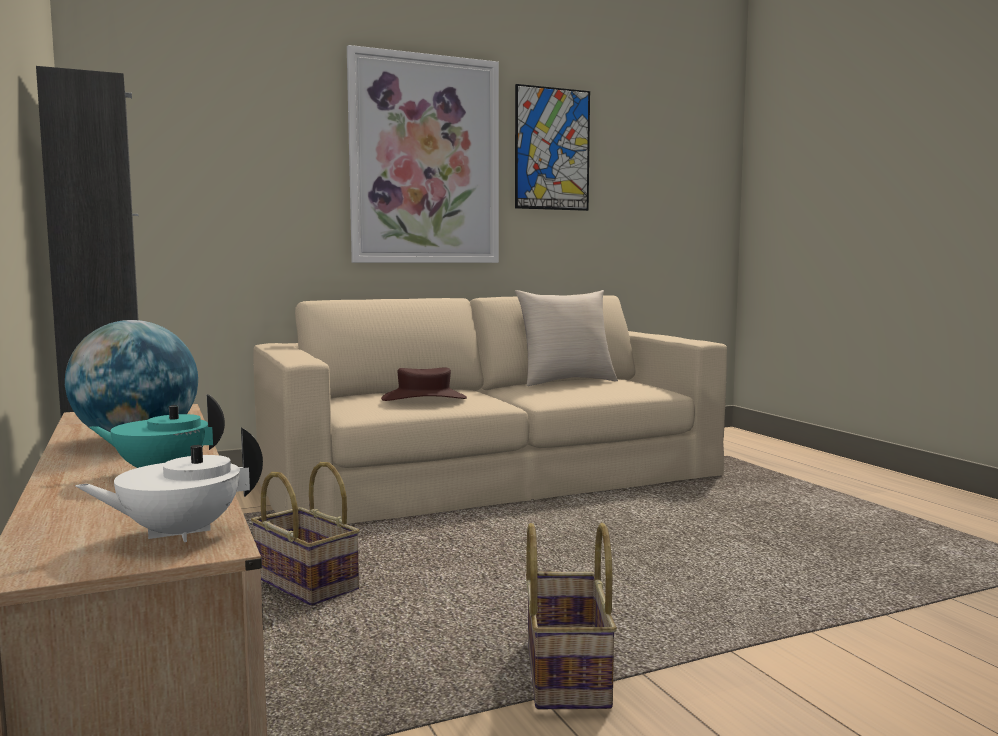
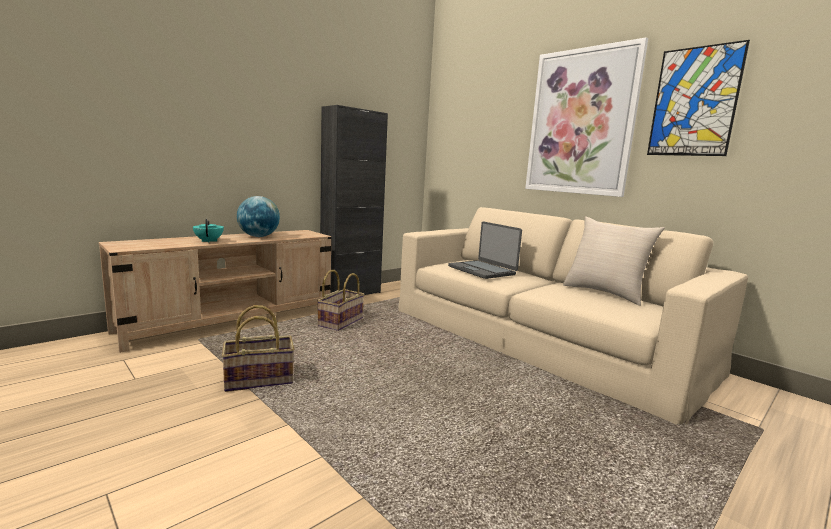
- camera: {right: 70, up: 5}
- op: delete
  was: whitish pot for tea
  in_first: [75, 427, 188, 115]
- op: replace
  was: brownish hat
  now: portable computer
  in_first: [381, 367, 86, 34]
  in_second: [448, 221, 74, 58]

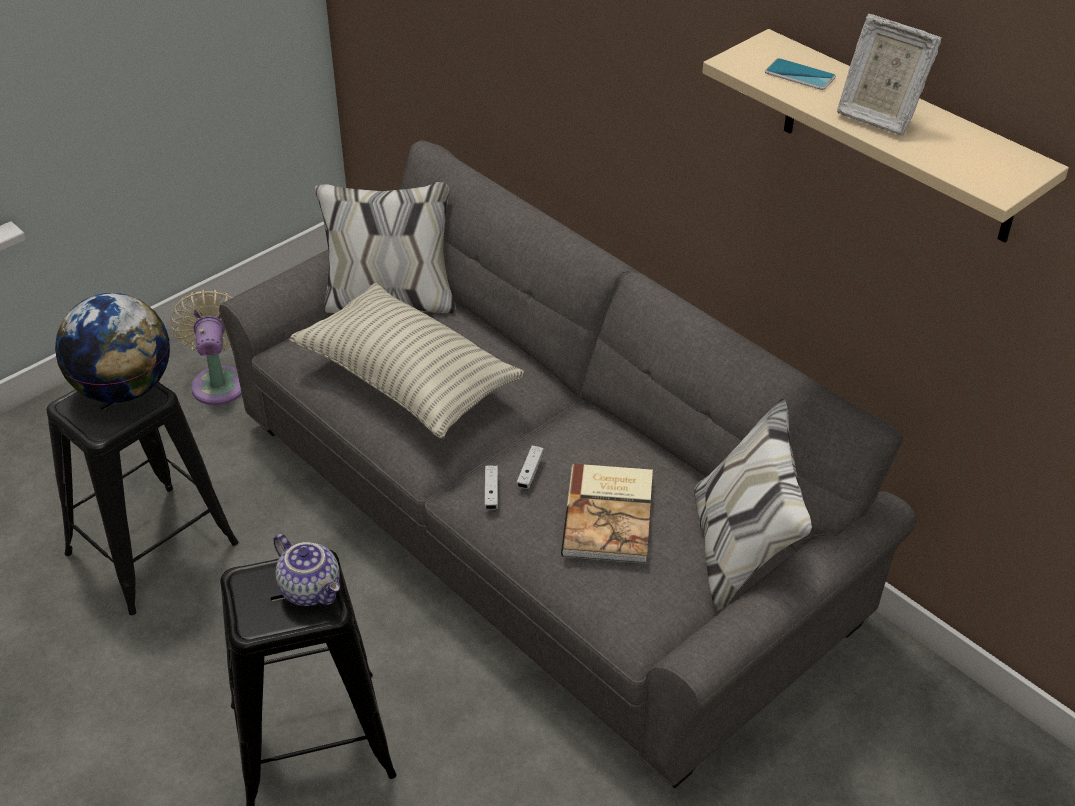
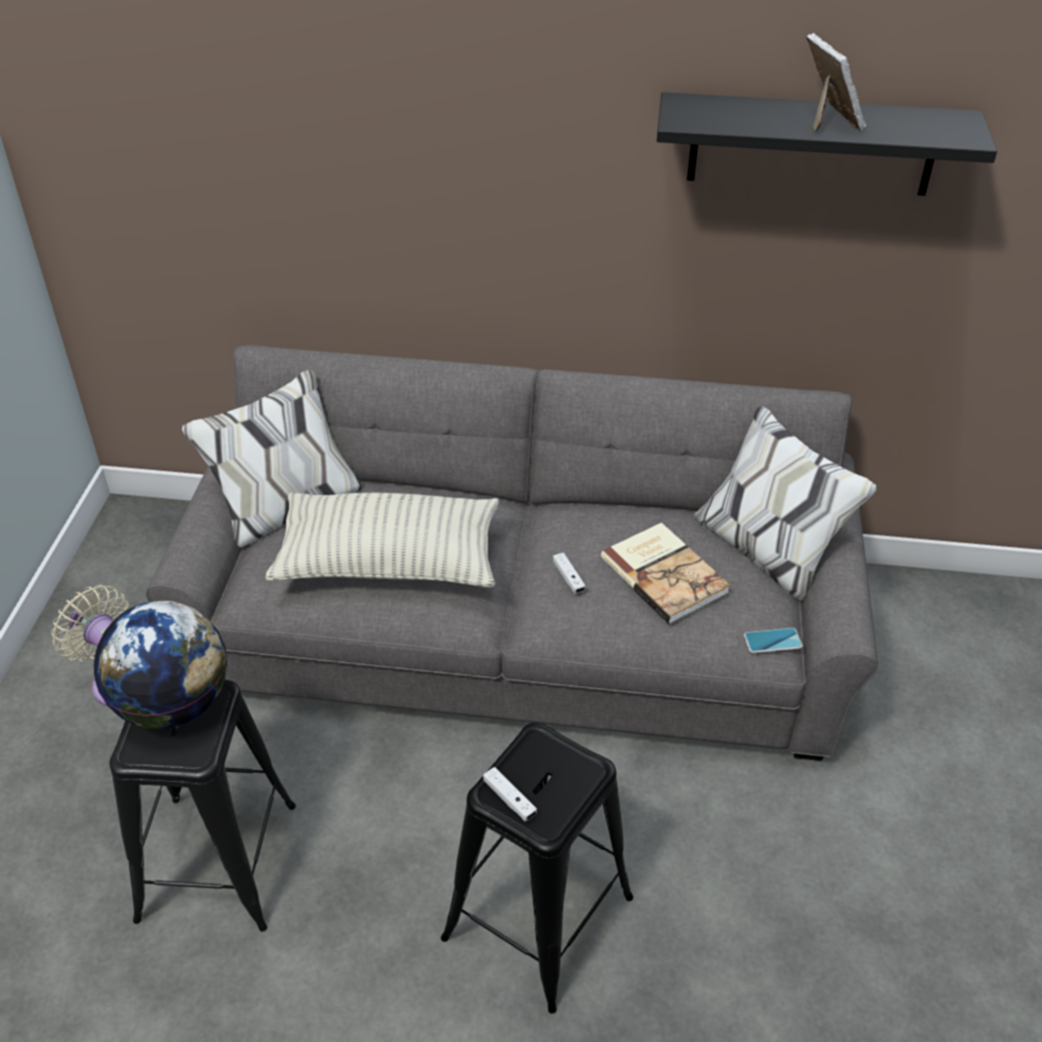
- camera: {right: -40, up: 0}
- op: delete
  was: pot for tea
  in_first: [274, 534, 66, 72]
- op: move
  was: whitish joypad
  in_first: [484, 465, 14, 45]
  in_second: [483, 767, 54, 54]
- op: recolor
  was: beige-coloured wall shelf
  now: blackish wall shelf
  in_first: [702, 29, 367, 214]
  in_second: [657, 92, 340, 104]
- op: move
  was: telephone
  in_first: [765, 58, 71, 32]
  in_second: [744, 628, 59, 25]
- op: rotate
  was: photo frame
  in_first: [837, 14, 105, 122]
  in_second: [806, 33, 60, 99]
  clockwise: -105

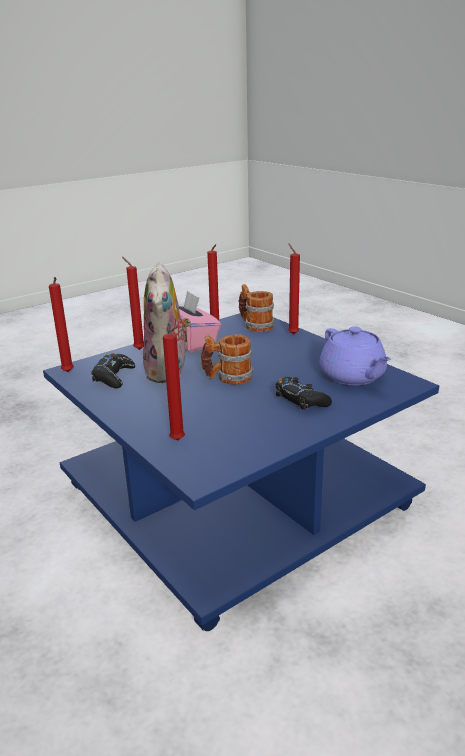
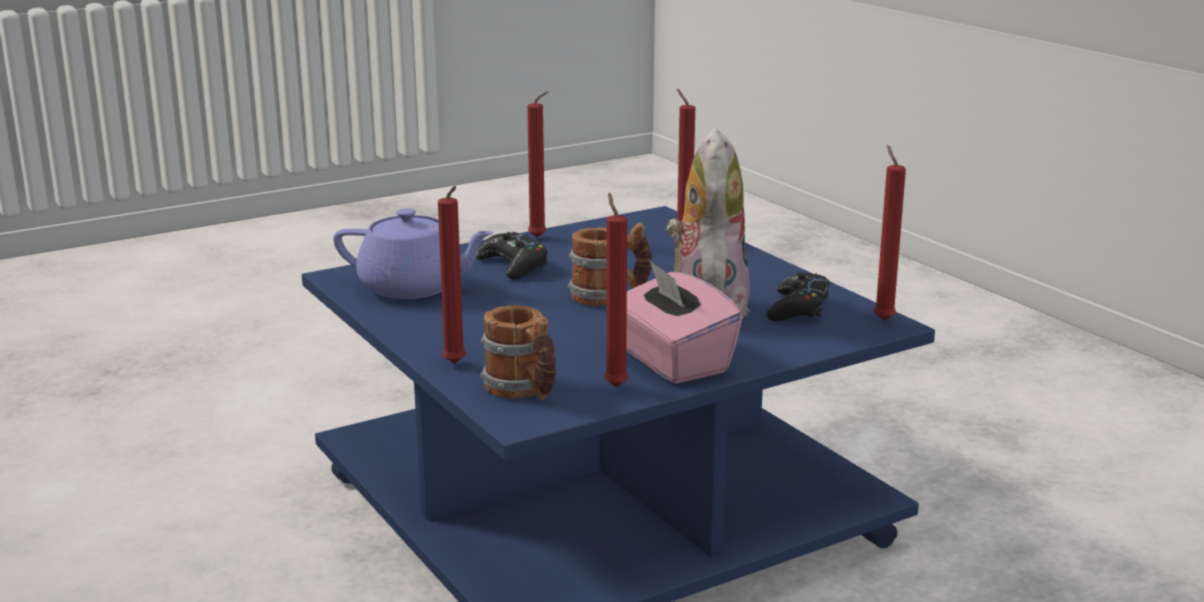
- camera: {right: -175, up: -5}
- op: move
  was: red wax light
  in_first: [122, 257, 22, 93]
  in_second: [527, 91, 21, 147]
- op: rotate
  was: purple pot for tea
  in_first: [320, 327, 71, 58]
  in_second: [333, 208, 161, 91]
  clockwise: 120

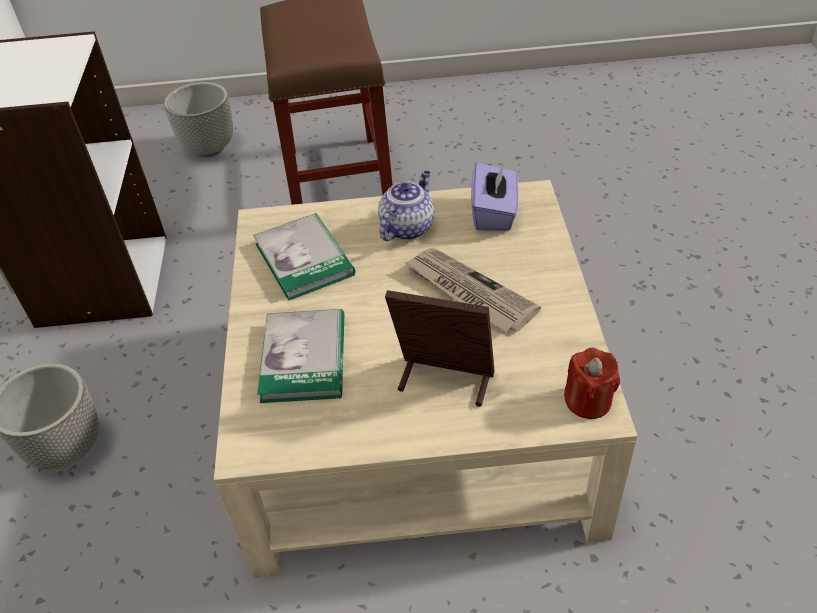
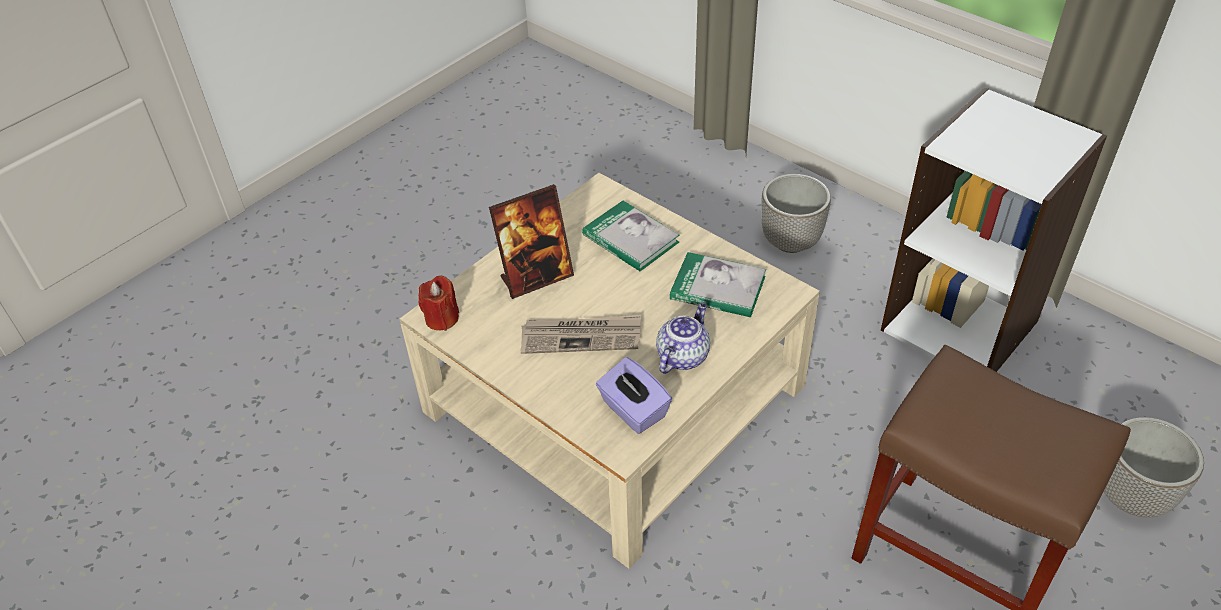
- camera: {right: 135, up: 0}
- op: rotate
  was: pot for tea
  in_first: [378, 171, 57, 70]
  in_second: [656, 303, 54, 71]
  clockwise: -135

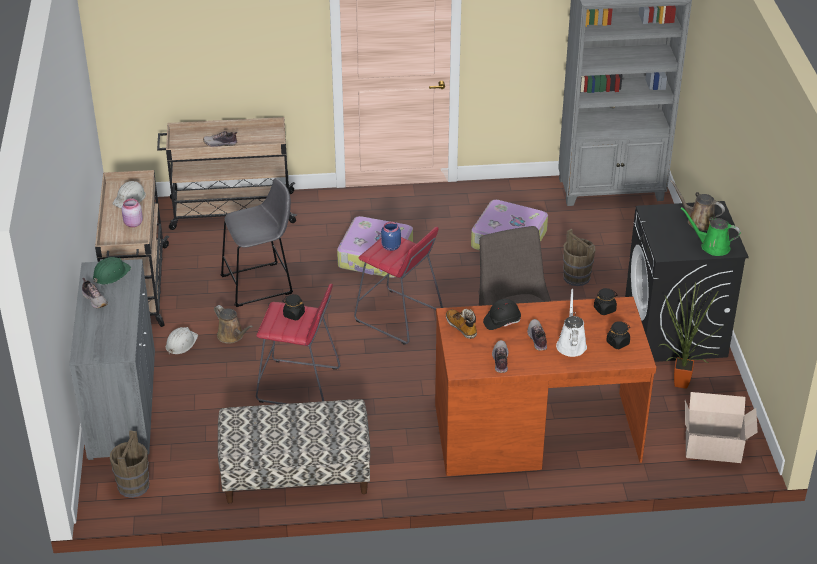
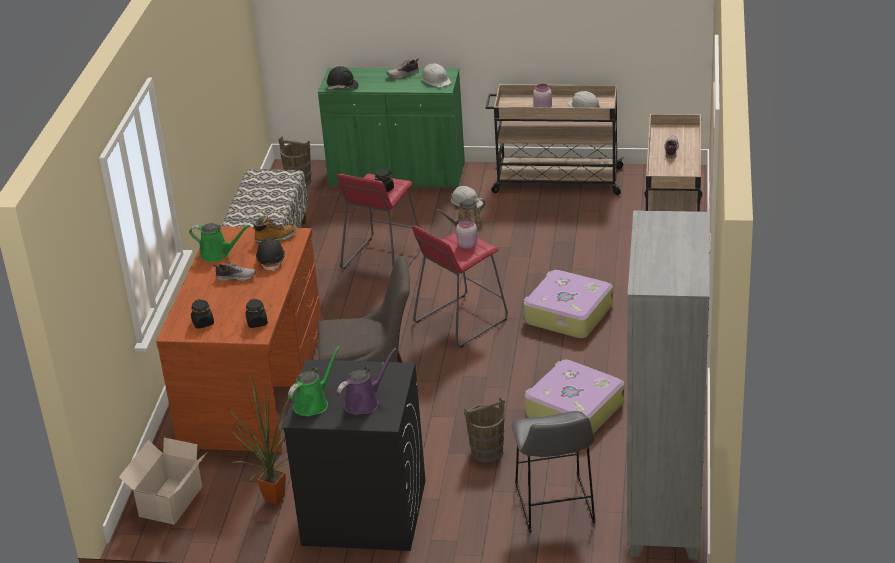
- camera: {right: 105, up: -5}
- op: recolor
  was: greyish storage cabinet
  now: green storage cabinet
  in_first: [69, 259, 86, 201]
  in_second: [318, 68, 147, 120]
- op: recolor
  was: green hard hat
  now: whitish hard hat
  in_first: [93, 257, 38, 28]
  in_second: [421, 63, 30, 24]
- op: move
  was: greyish stool
  in_first: [220, 178, 73, 129]
  in_second: [512, 411, 83, 122]
- op: recolor
  was: bluish jar
  now: pink jar
  in_first: [381, 222, 20, 29]
  in_second: [456, 218, 22, 31]
- op: replace
  was: low shoe
  now: green watering can
  in_first: [492, 340, 16, 33]
  in_second: [189, 223, 61, 39]
- op: delete
  was: whitish watering can
  in_first: [556, 289, 31, 68]
- op: recolor
  was: brownish watering can
  now: purple watering can
  in_first: [670, 180, 55, 51]
  in_second: [337, 348, 59, 67]
- op: insert
  now: blackish hard hat
  in_second: [326, 66, 33, 24]

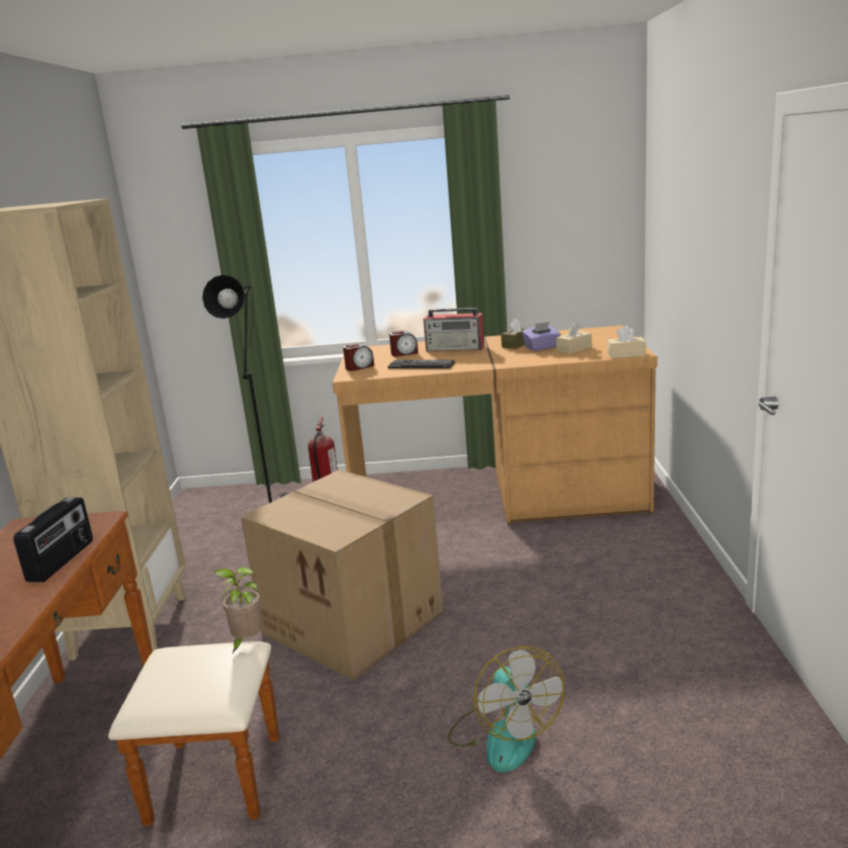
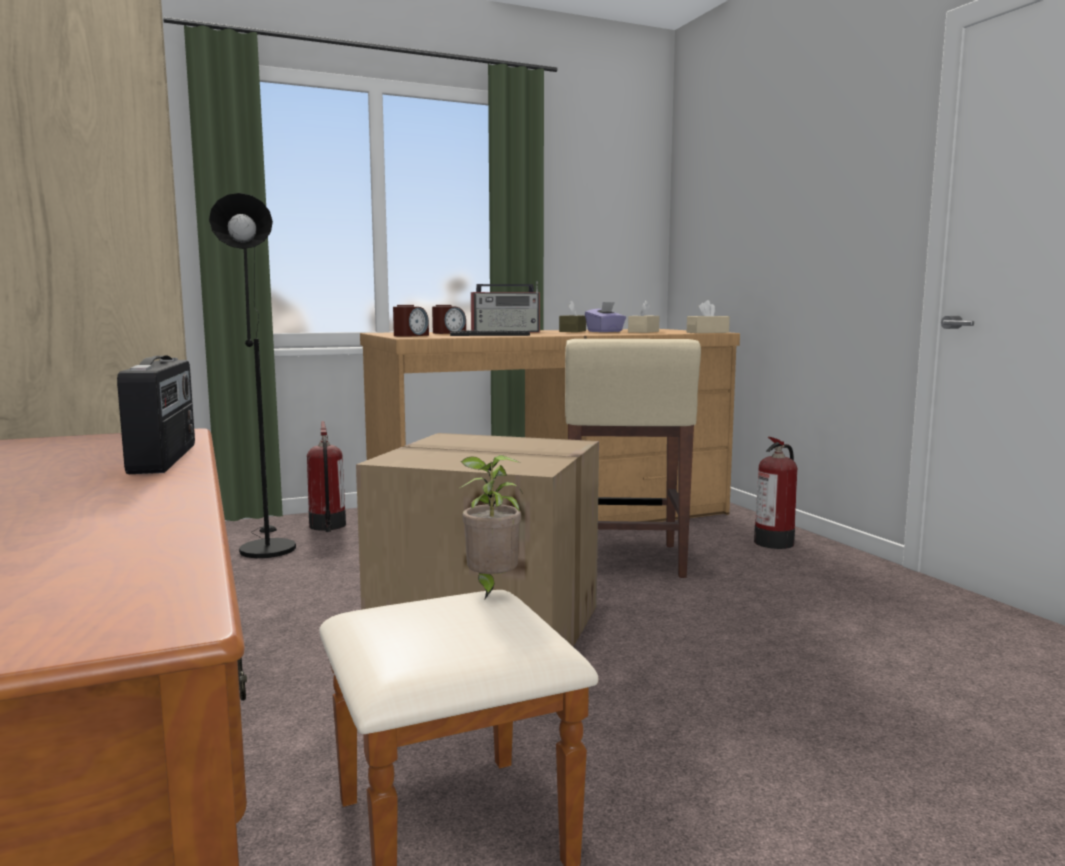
- camera: {right: -25, up: -10}
- op: delete
  was: cooling fan
  in_first: [448, 646, 116, 126]
- op: insert
  now: beige-coloured stool
  in_second: [565, 339, 136, 239]
- op: insert
  now: fire extinguisher
  in_second: [754, 437, 43, 112]

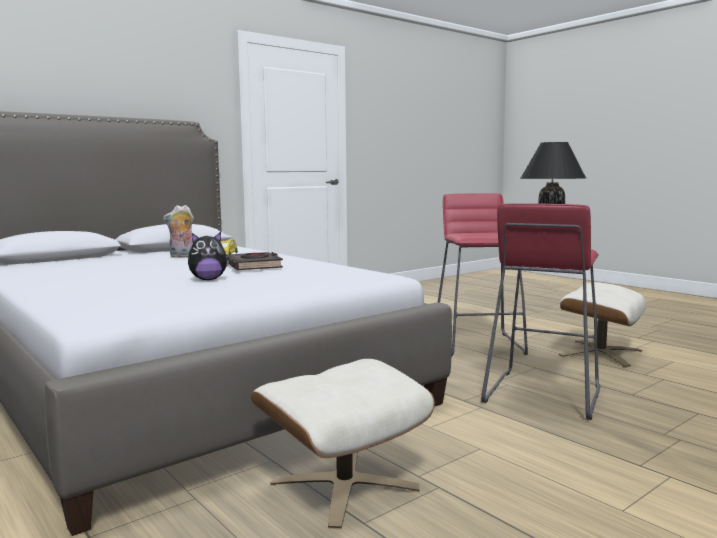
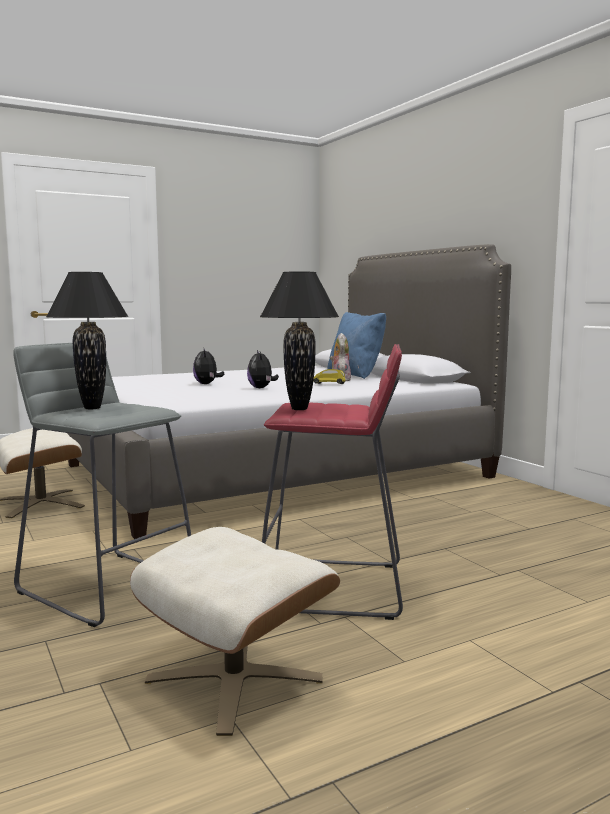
- camera: {right: 100, up: 0}
- op: replace
  was: blackish volume
  now: cuddly toy
  in_first: [226, 252, 57, 18]
  in_second: [247, 350, 32, 38]
- op: recolor
  was: red stool
  now: greyish stool
  in_first: [481, 203, 119, 217]
  in_second: [13, 343, 178, 284]
- op: insert
  now: blackish table lamp
  in_second: [260, 271, 79, 139]
- op: insert
  now: bluish throw pillow
  in_second: [328, 312, 58, 67]

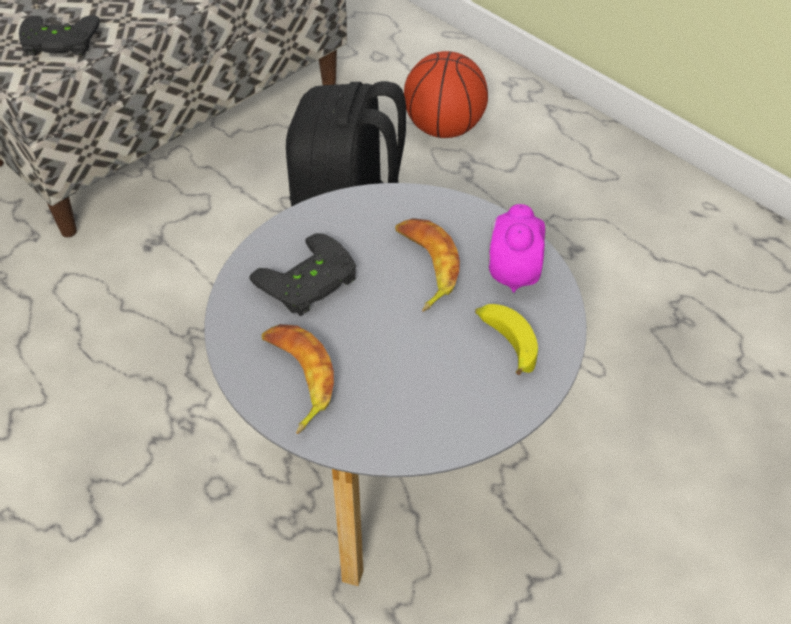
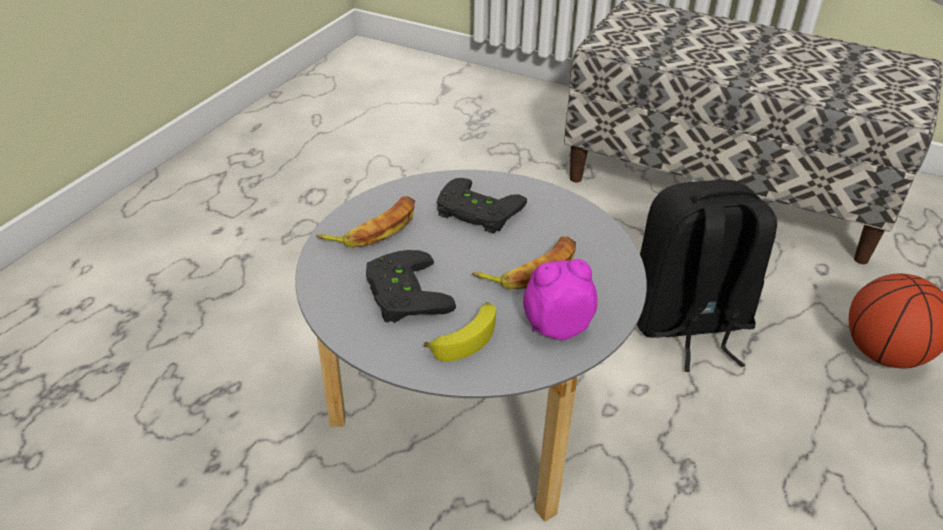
- camera: {right: 70, up: -10}
- op: move
  was: blackish joypad
  in_first: [19, 15, 81, 40]
  in_second: [366, 250, 90, 73]

